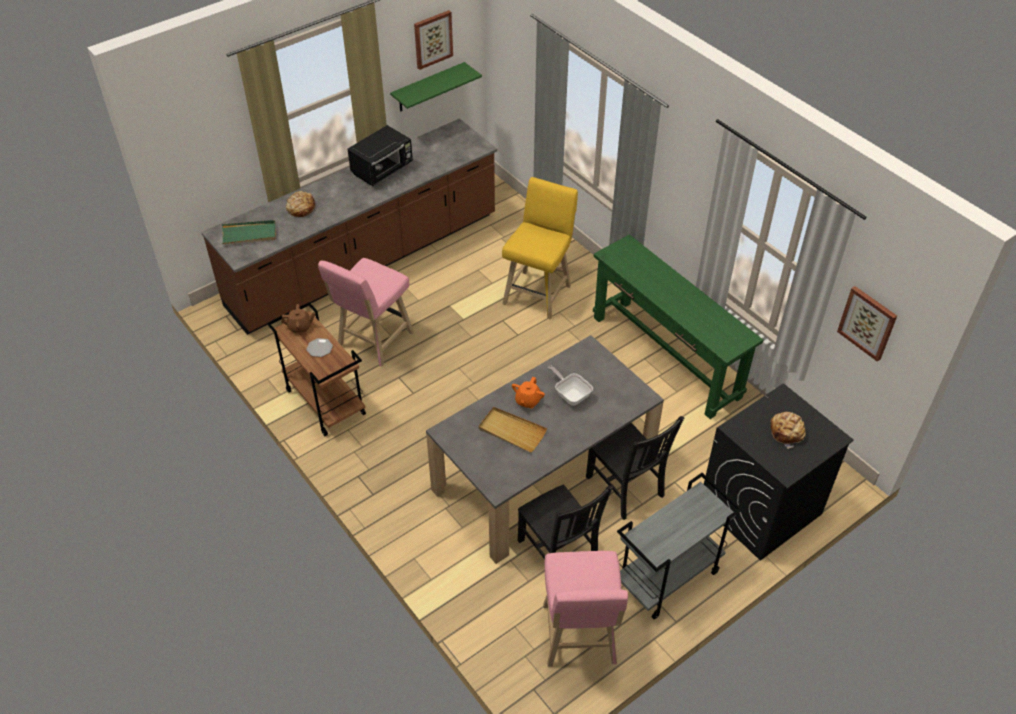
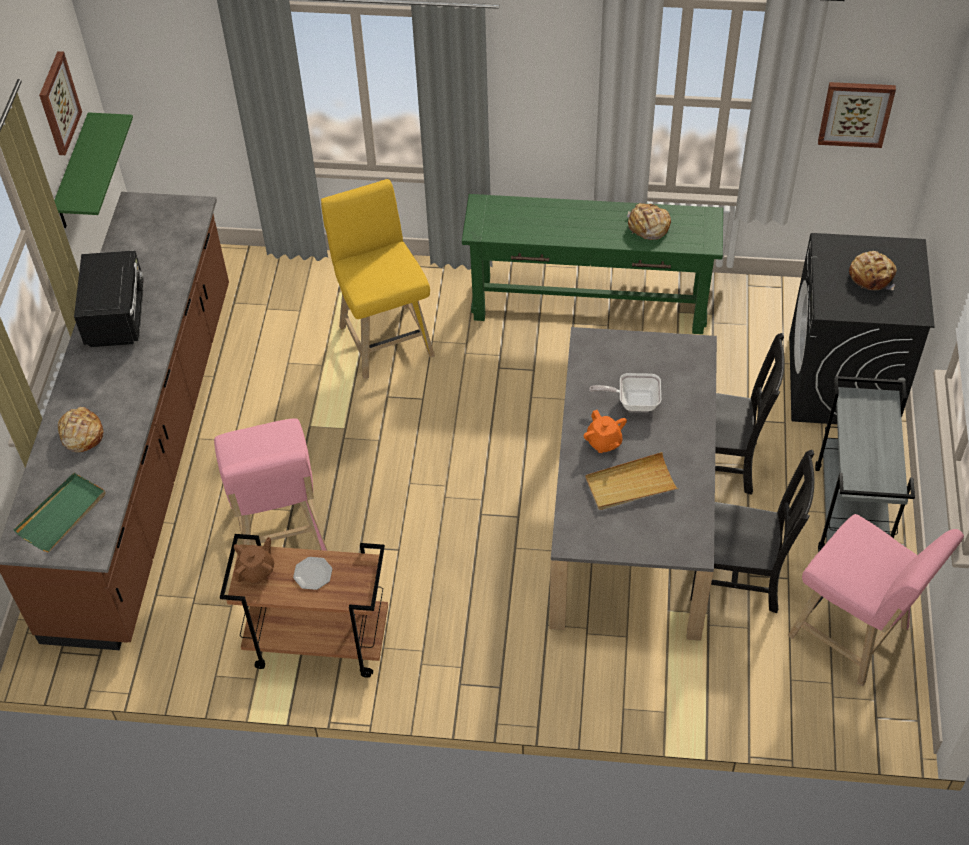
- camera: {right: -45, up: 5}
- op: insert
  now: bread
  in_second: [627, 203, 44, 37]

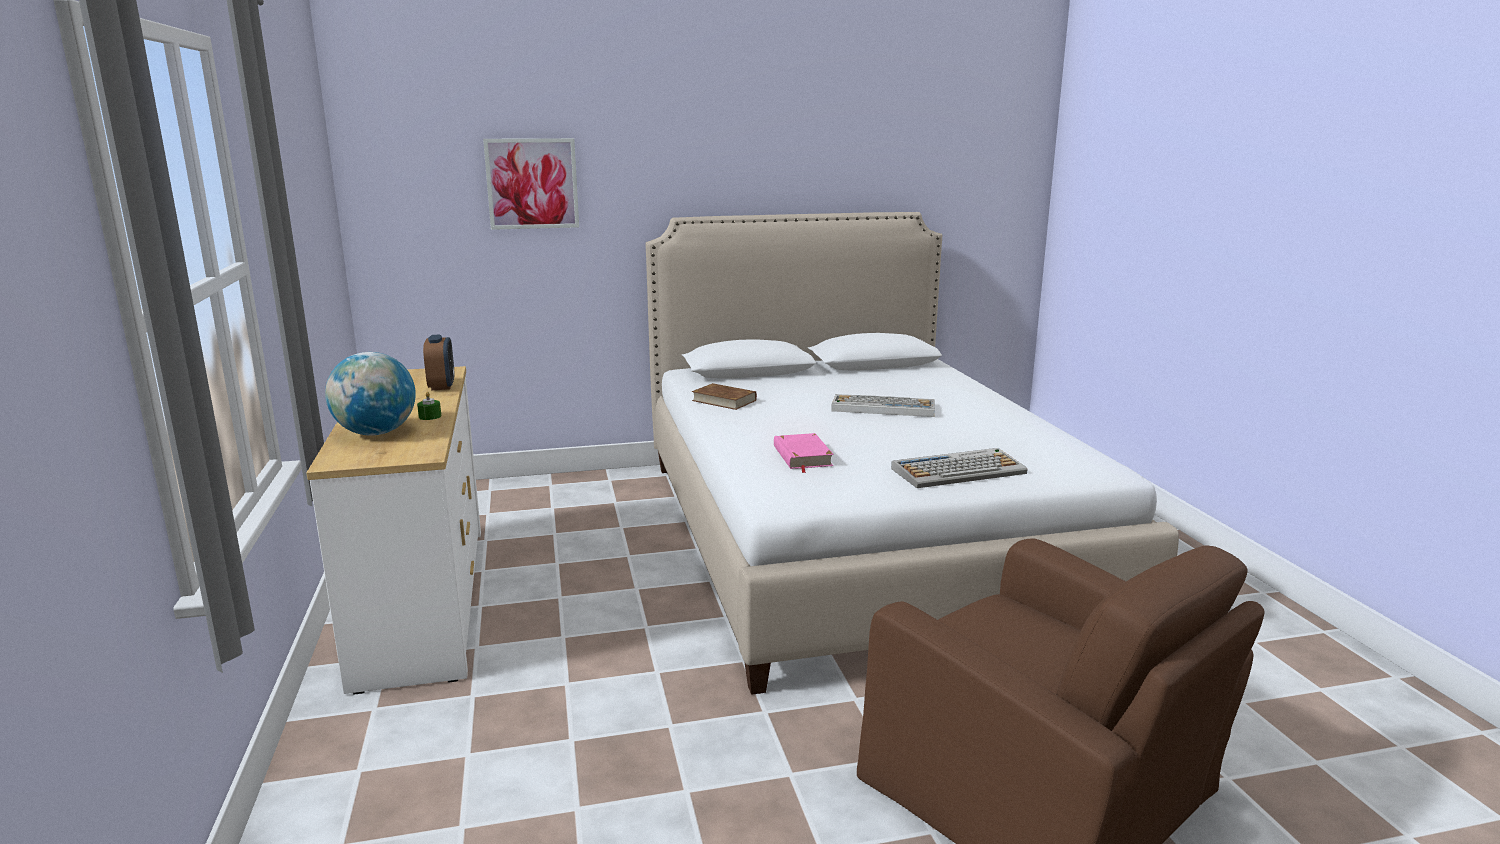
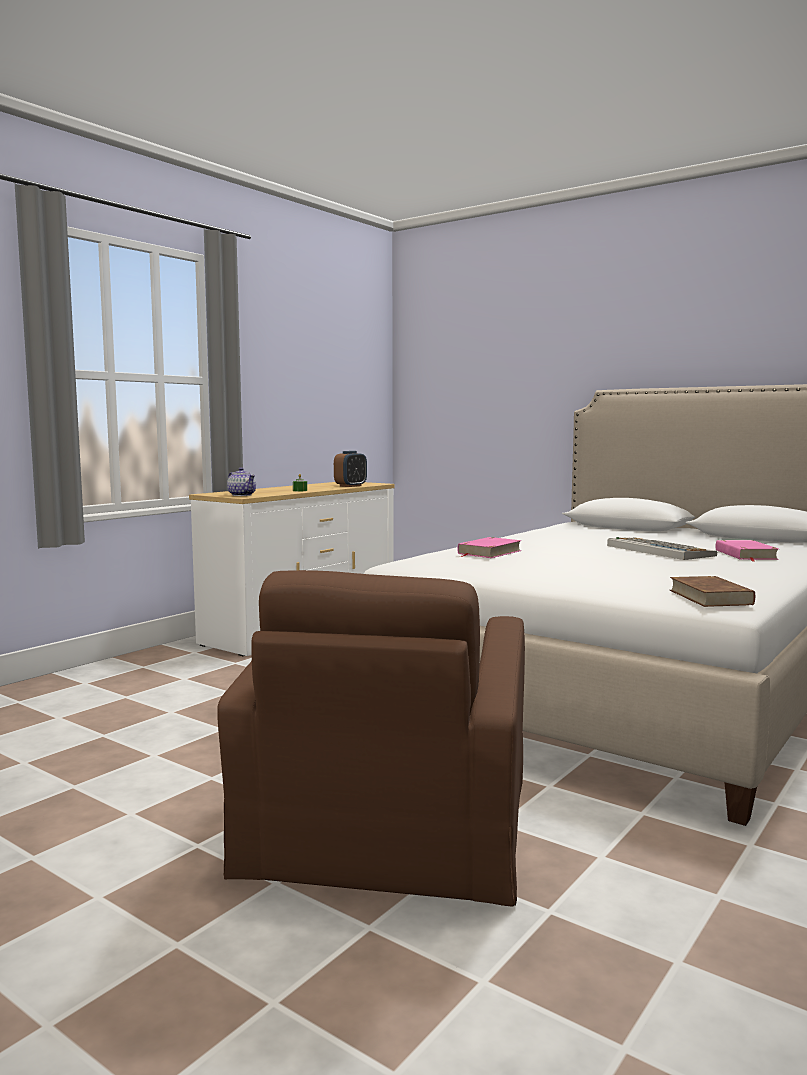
- camera: {right: 50, up: -10}
- op: delete
  was: globe
  in_first: [325, 352, 91, 84]
- op: delete
  was: wall picture
  in_first: [483, 138, 96, 92]
- op: move
  was: brownish volume
  in_first: [692, 383, 65, 27]
  in_second: [670, 576, 85, 31]
- op: delete
  was: keyboard
  in_first: [891, 448, 137, 40]
- op: insert
  now: pot for tea
  in_second: [227, 467, 29, 29]
- op: insert
  now: pink volume
  in_second: [716, 540, 63, 22]

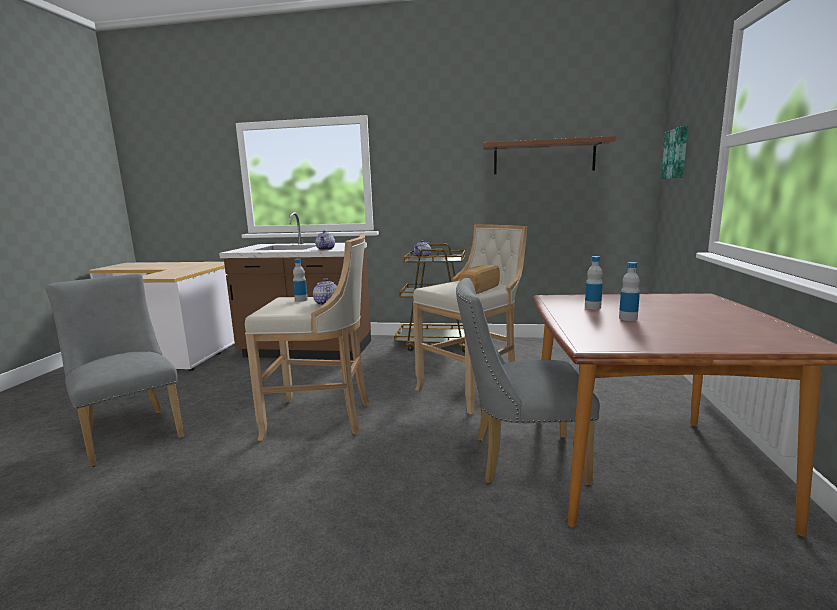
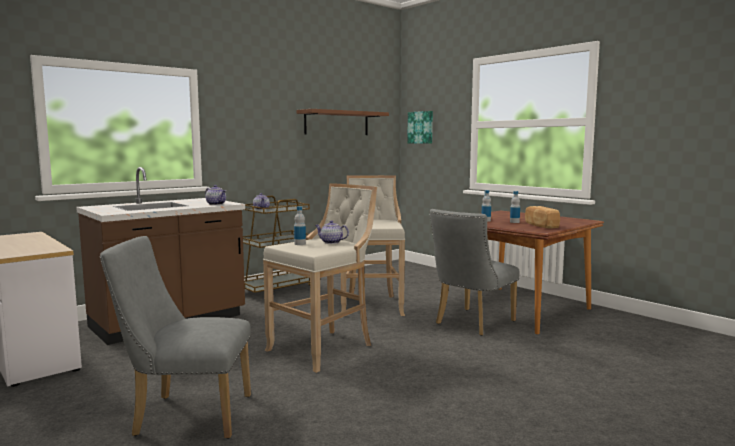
- camera: {right: -50, up: -5}
- op: move
  was: bread
  in_first: [459, 265, 41, 29]
  in_second: [525, 206, 35, 22]

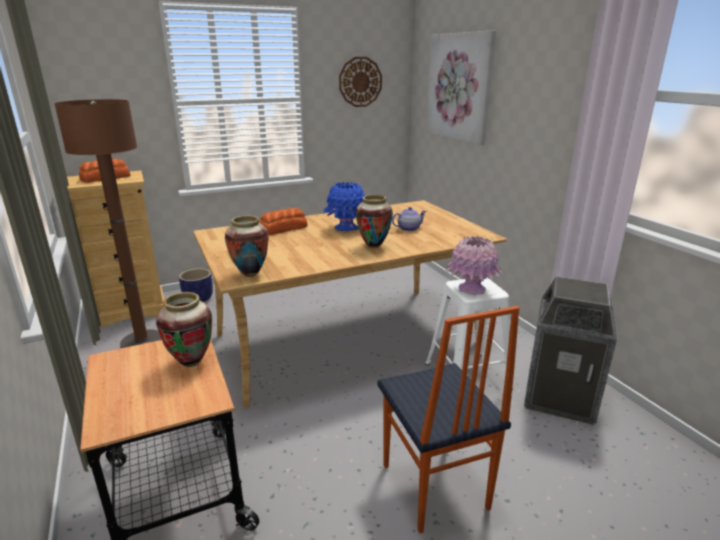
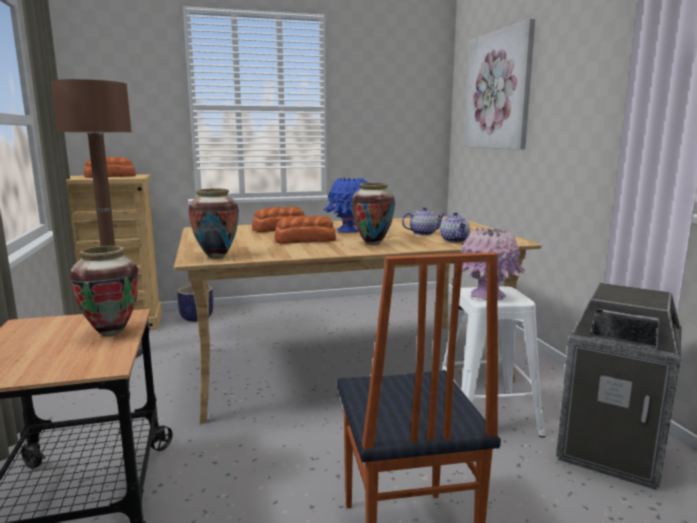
- camera: {right: 10, up: -10}
- op: delete
  was: hanging clock
  in_first: [339, 57, 43, 50]
- op: insert
  now: bread
  in_second: [274, 215, 62, 29]
- op: insert
  now: pot for tea
  in_second: [440, 212, 30, 30]

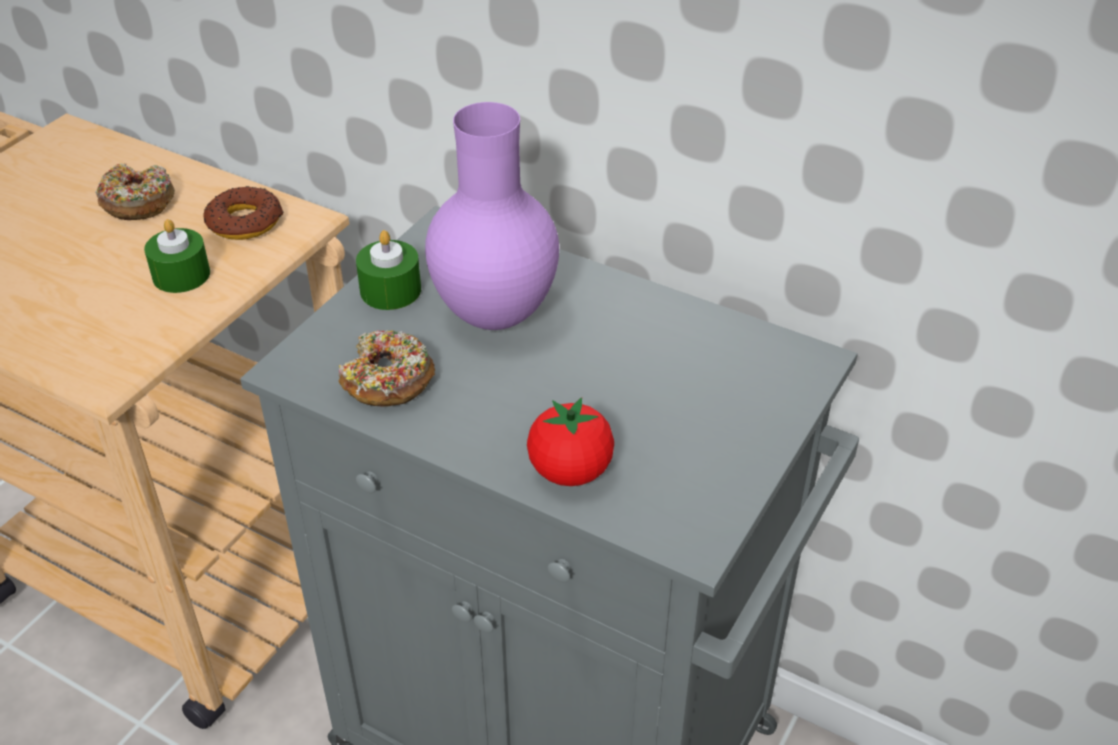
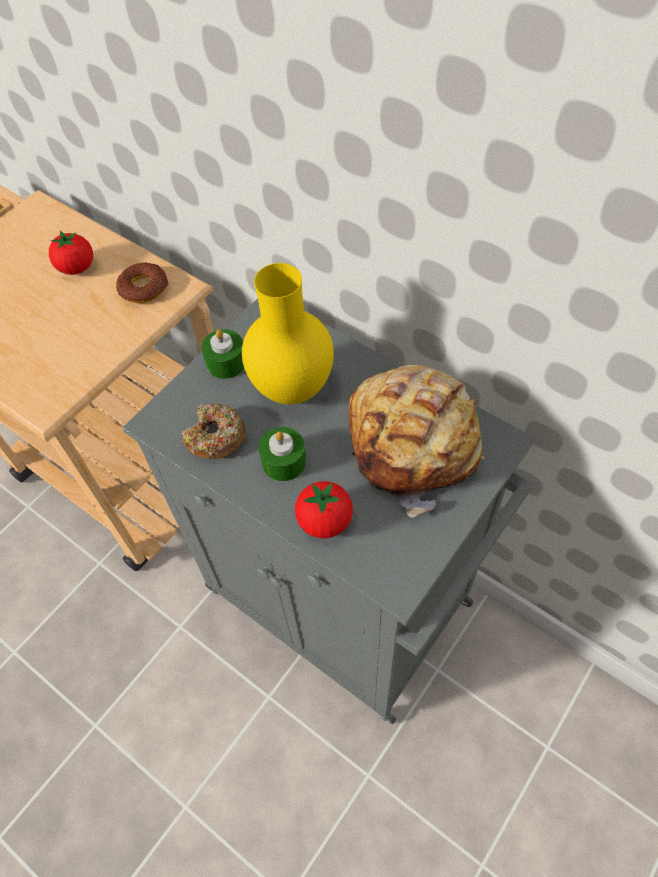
- camera: {right: 10, up: 15}
- op: replace
  was: doughnut
  now: fresh tomato
  in_first: [95, 163, 80, 57]
  in_second: [49, 231, 44, 44]
- op: move
  was: green wax light
  in_first: [144, 219, 66, 74]
  in_second: [259, 427, 47, 54]
- op: recolor
  was: purple decorative vase
  now: yellow decorative vase
  in_first: [425, 102, 134, 228]
  in_second: [242, 263, 92, 142]
- op: insert
  now: bread
  in_second: [349, 365, 136, 153]

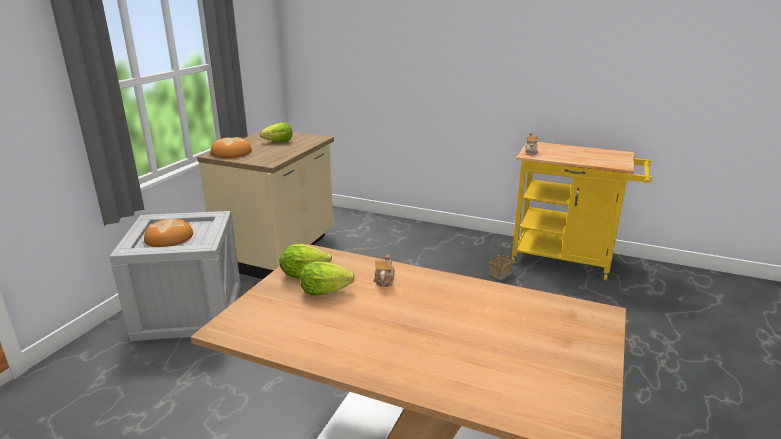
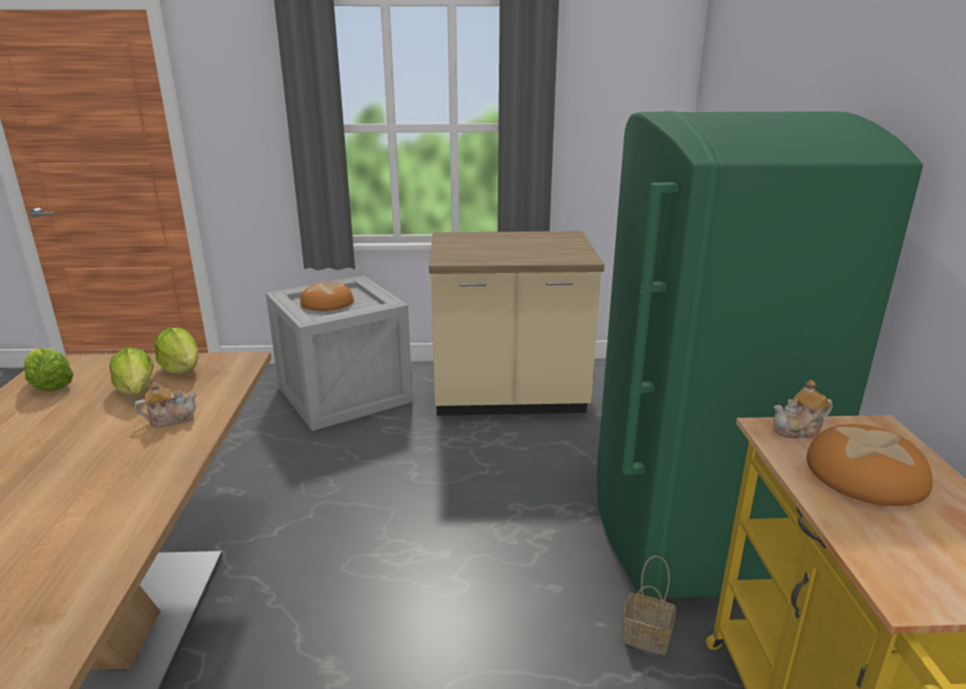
- camera: {right: 65, up: 0}
- op: move
  was: bread
  in_first: [211, 137, 41, 21]
  in_second: [807, 424, 126, 82]
- op: move
  was: lettuce
  in_first: [260, 123, 32, 19]
  in_second: [24, 348, 50, 44]
- op: insert
  now: green refrigerator
  in_second: [597, 111, 326, 488]

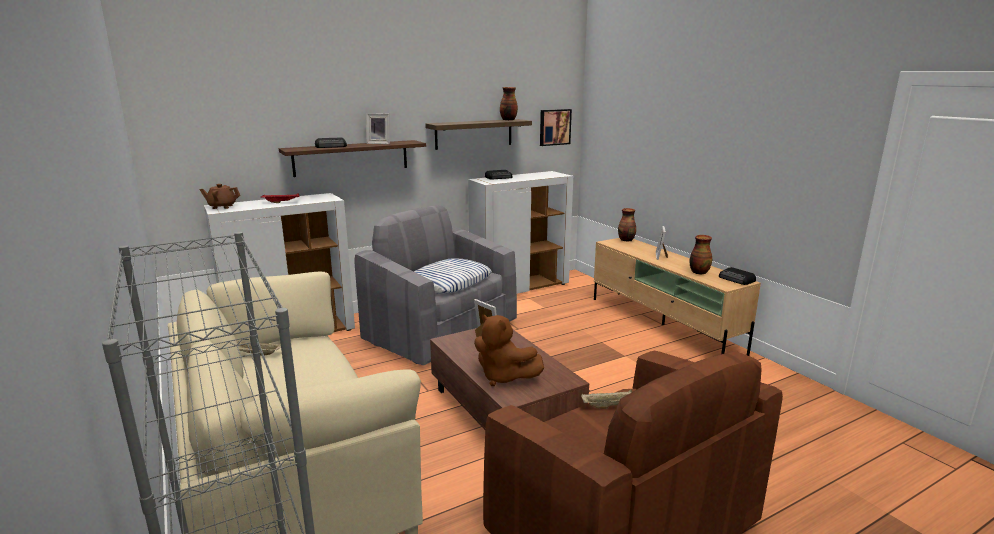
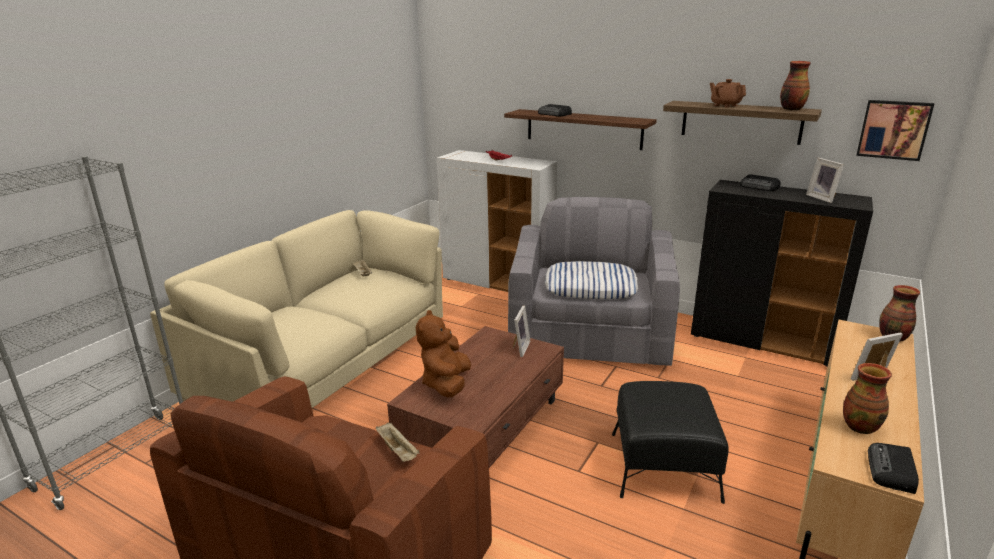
- camera: {right: 60, up: 5}
- op: move
  was: brownish pot for tea
  in_first: [200, 184, 40, 25]
  in_second: [710, 79, 36, 29]
- op: move
  was: photo frame
  in_first: [366, 113, 24, 31]
  in_second: [806, 158, 39, 45]
- op: recolor
  was: whitish storage cabinet
  now: blackish storage cabinet
  in_first: [468, 171, 105, 123]
  in_second: [691, 180, 182, 187]
- op: insert
  now: blackish footrest
  in_second: [612, 381, 117, 123]

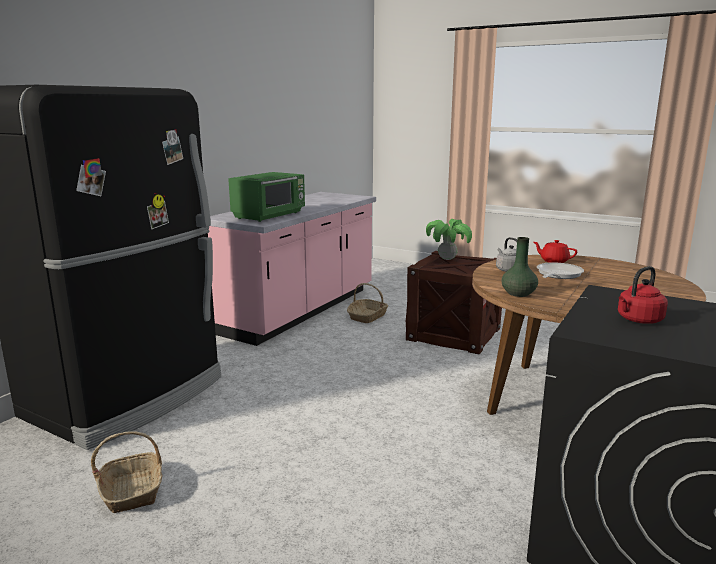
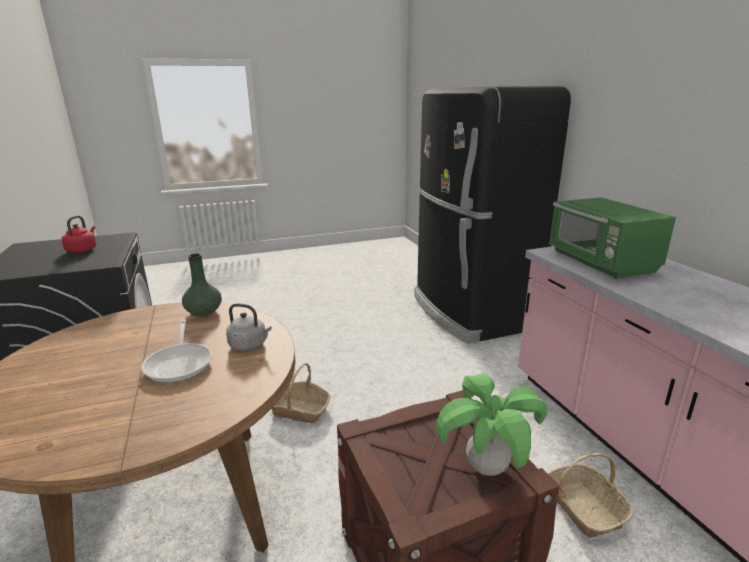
- camera: {right: 130, up: 5}
- op: move
  was: household basket
  in_first: [91, 431, 71, 82]
  in_second: [272, 363, 58, 60]
- op: delete
  was: red pot for tea
  in_first: [534, 240, 43, 23]

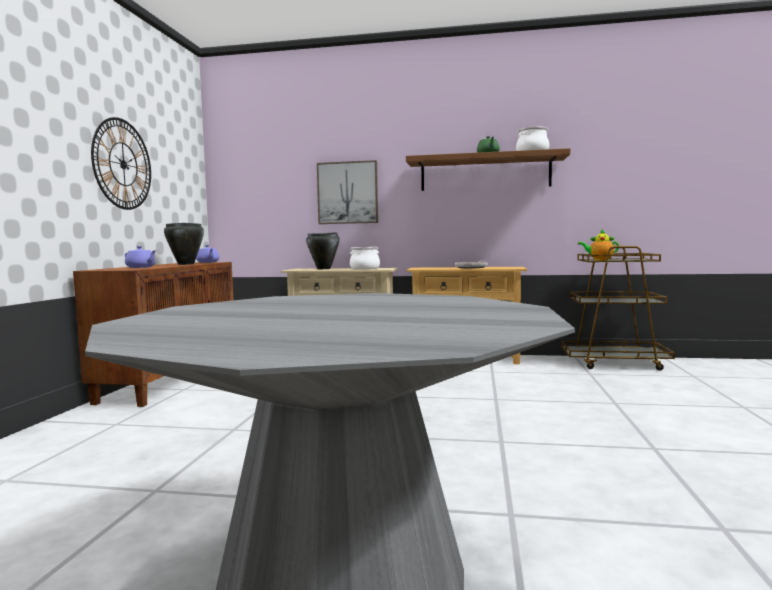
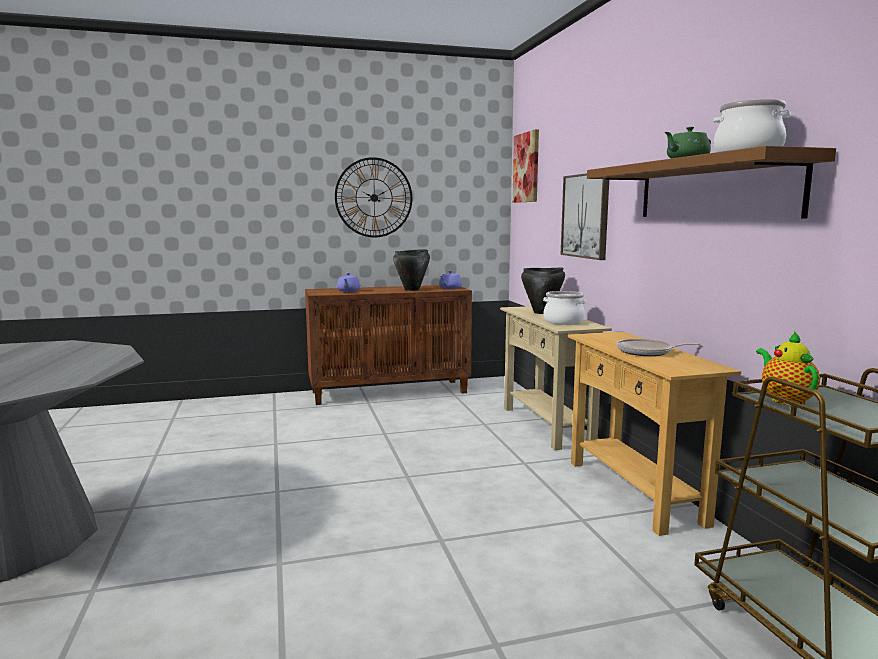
- camera: {right: 65, up: 5}
- op: insert
  now: wall picture
  in_second: [512, 129, 27, 74]

